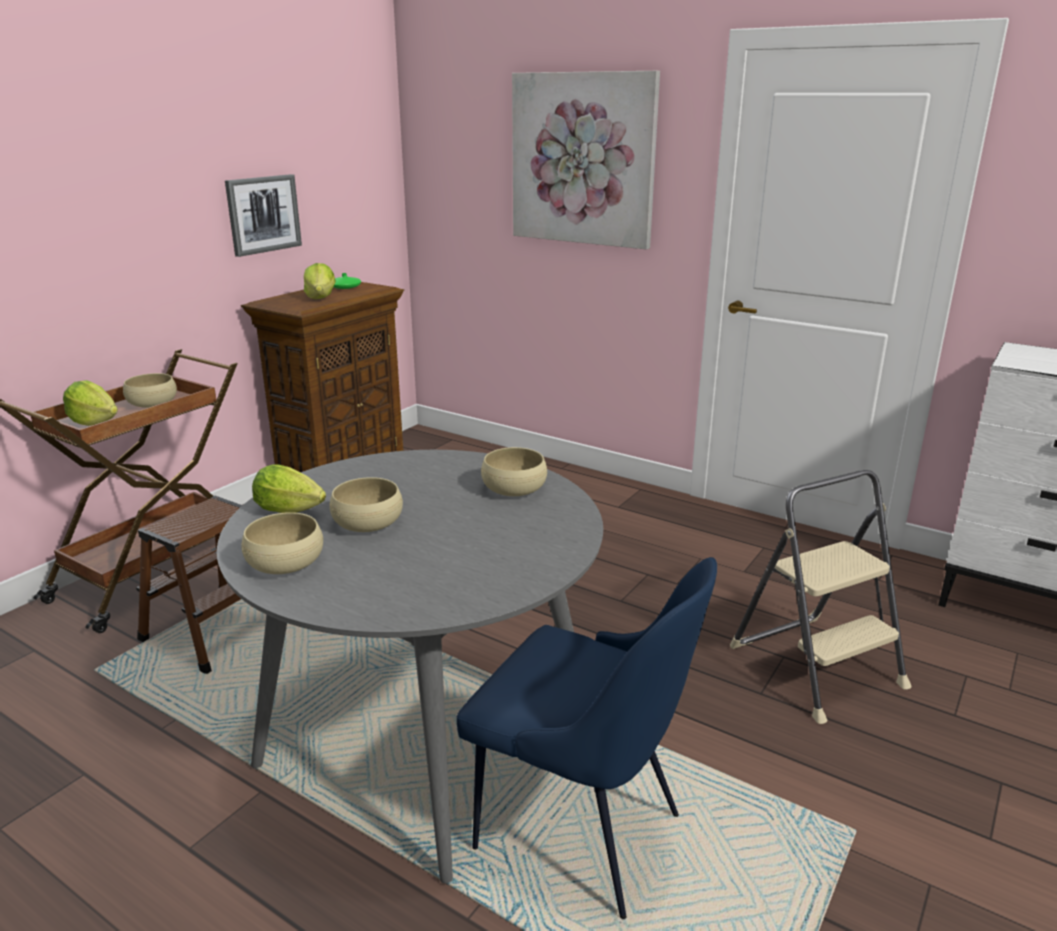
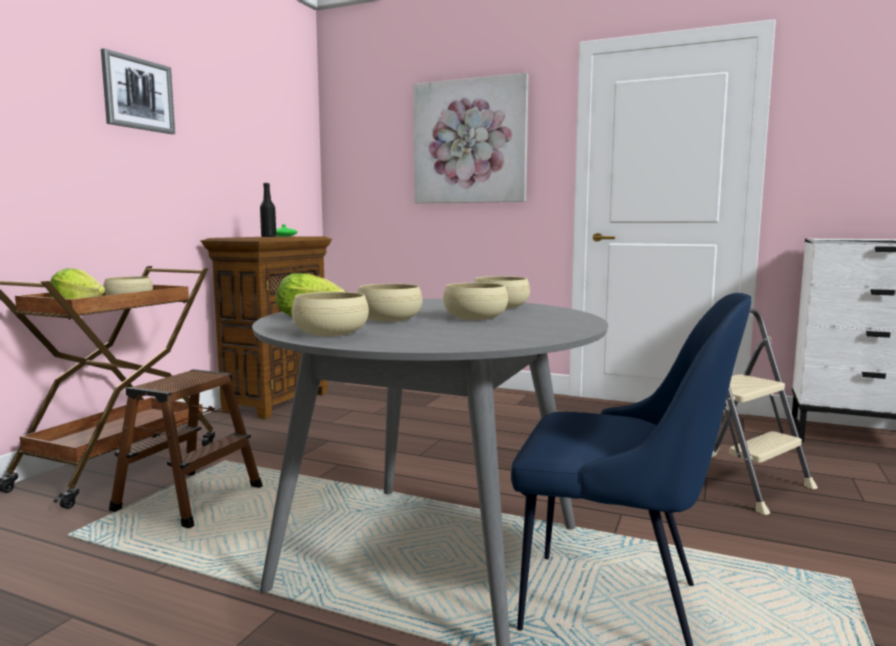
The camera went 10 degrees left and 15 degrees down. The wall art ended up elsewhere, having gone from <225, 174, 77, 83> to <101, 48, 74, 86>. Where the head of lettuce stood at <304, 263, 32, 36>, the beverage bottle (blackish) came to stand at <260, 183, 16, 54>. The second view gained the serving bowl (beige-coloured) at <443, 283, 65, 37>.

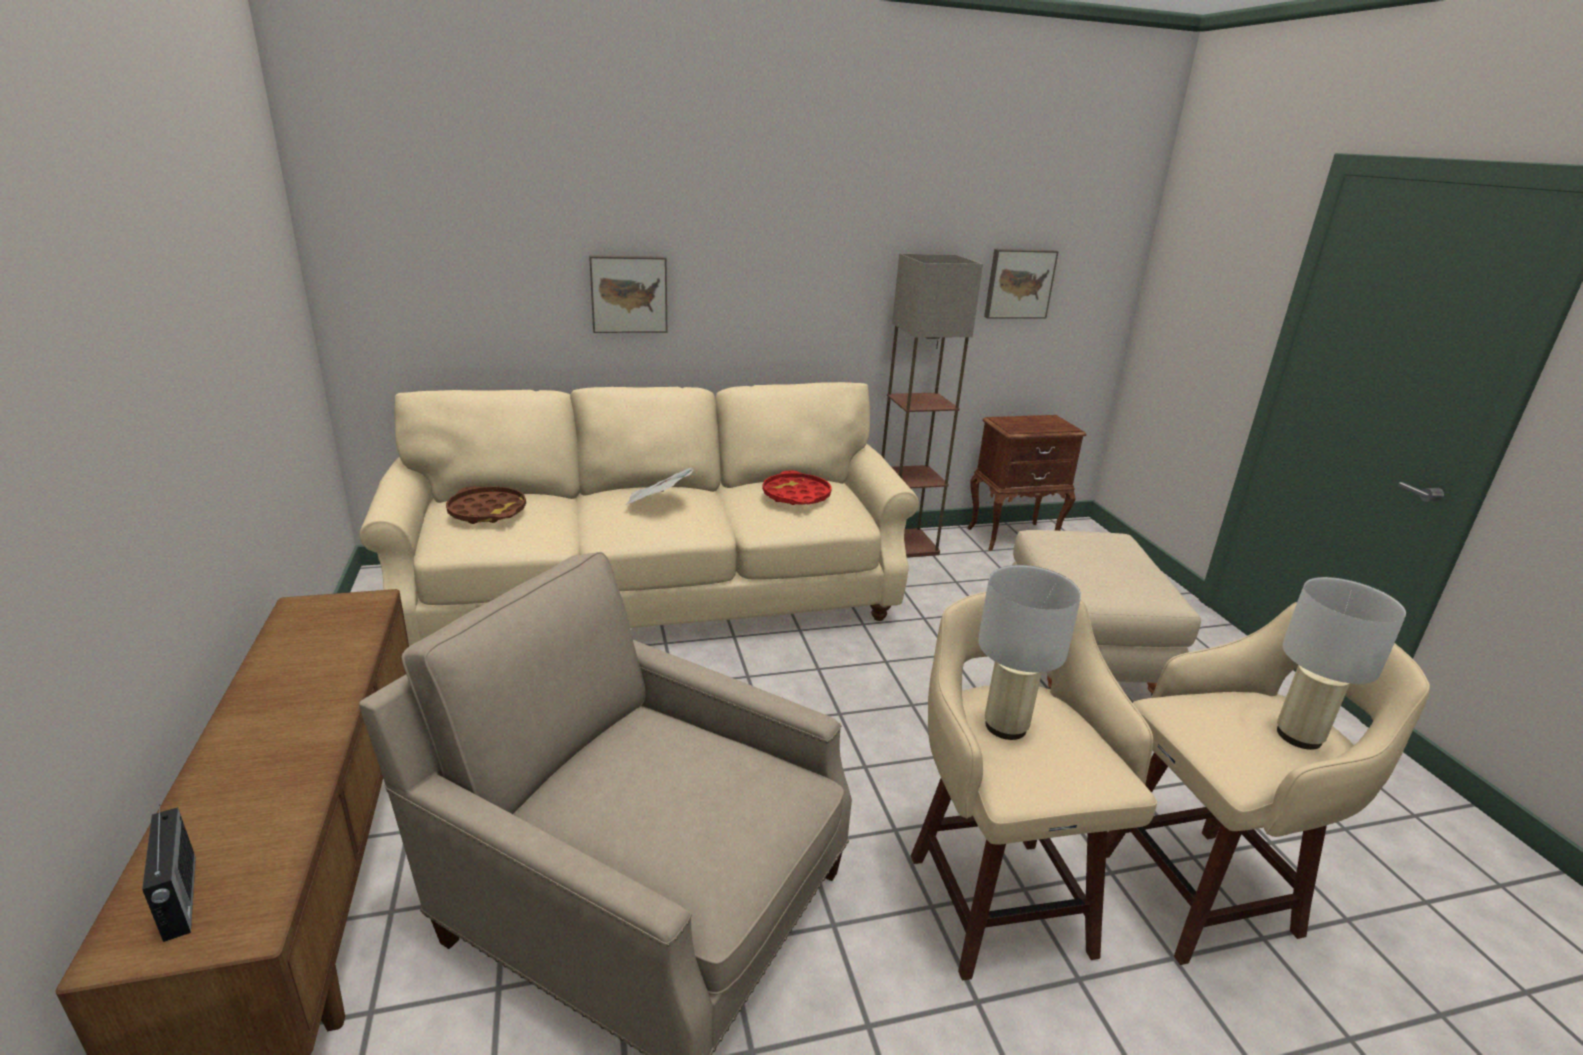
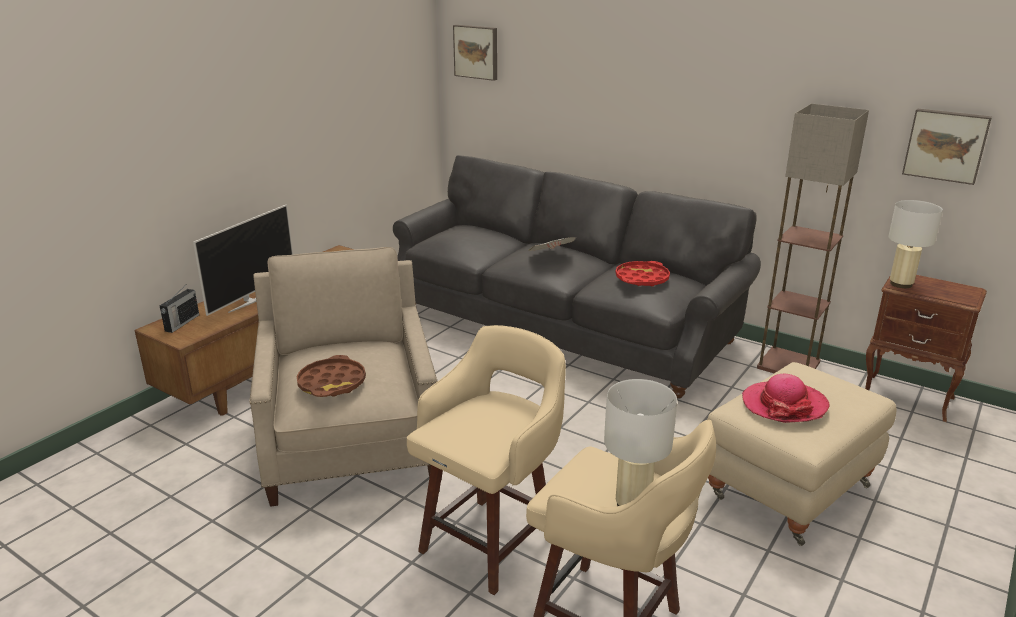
The camera went 50 degrees right and 0 degrees up. The second view gained the television at <193, 204, 100, 112>. The tray (brown-coloured) ended up elsewhere, having gone from <446, 486, 80, 38> to <297, 355, 69, 42>. What was the couch (beige-coloured) at <360, 382, 559, 264> turned into the couch (blackish) at <393, 155, 368, 243>. The wall art ended up elsewhere, having gone from <589, 255, 78, 78> to <453, 25, 44, 56>. The second view gained the hat at <742, 374, 87, 49>. The table lamp (whitish) ended up elsewhere, having gone from <978, 565, 103, 175> to <888, 200, 55, 88>.

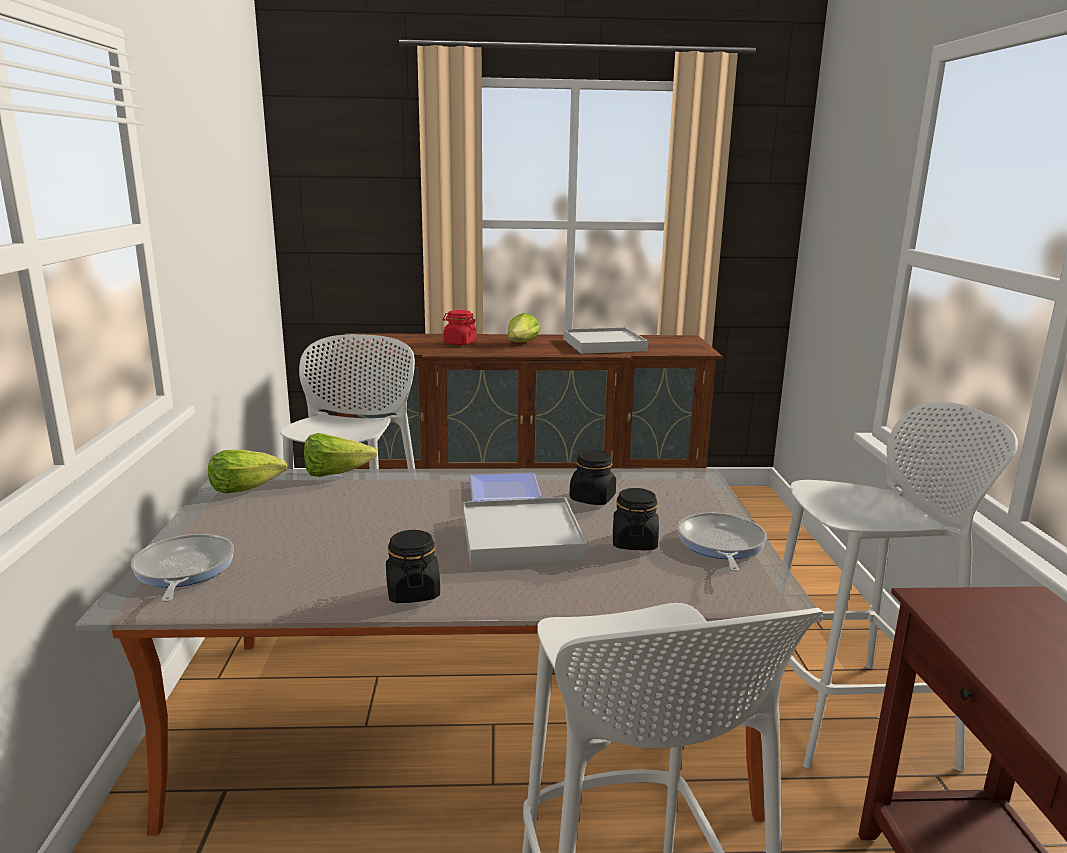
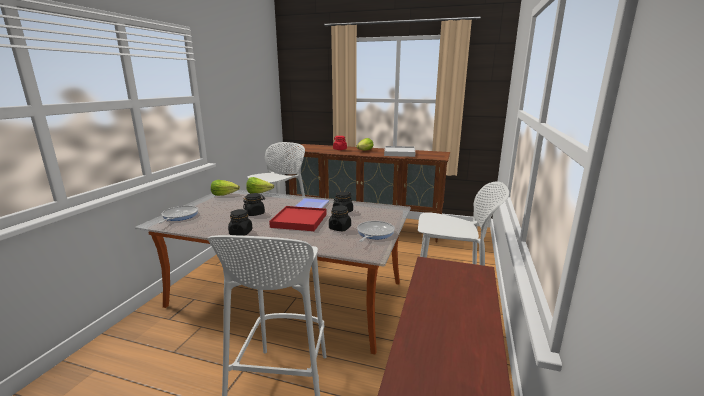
The camera went 20 degrees right and 0 degrees up. The second view gained the preserve jar (blackish) at <243, 193, 22, 23>. What was the tray (whitish) at <463, 497, 124, 69> turned into the tray (reddish) at <269, 206, 58, 25>.

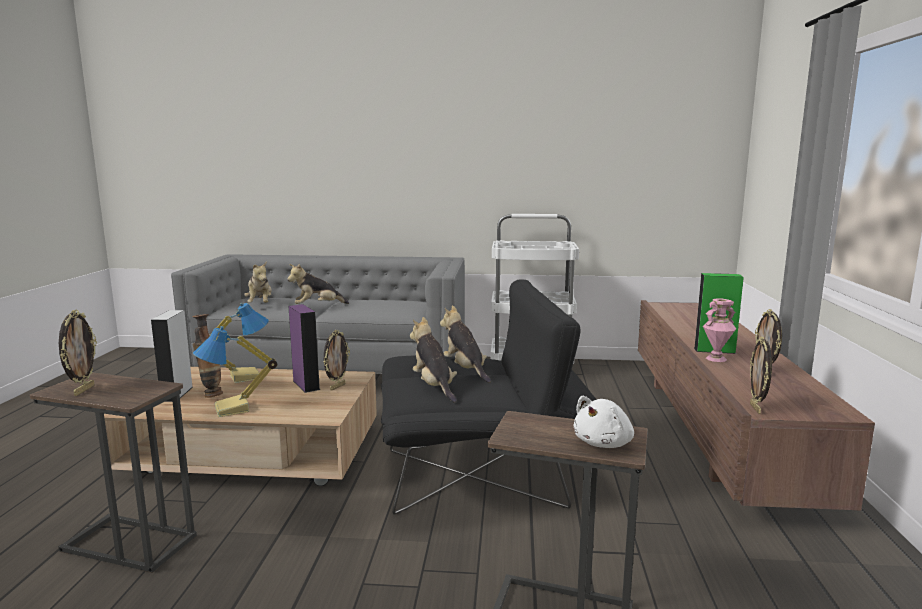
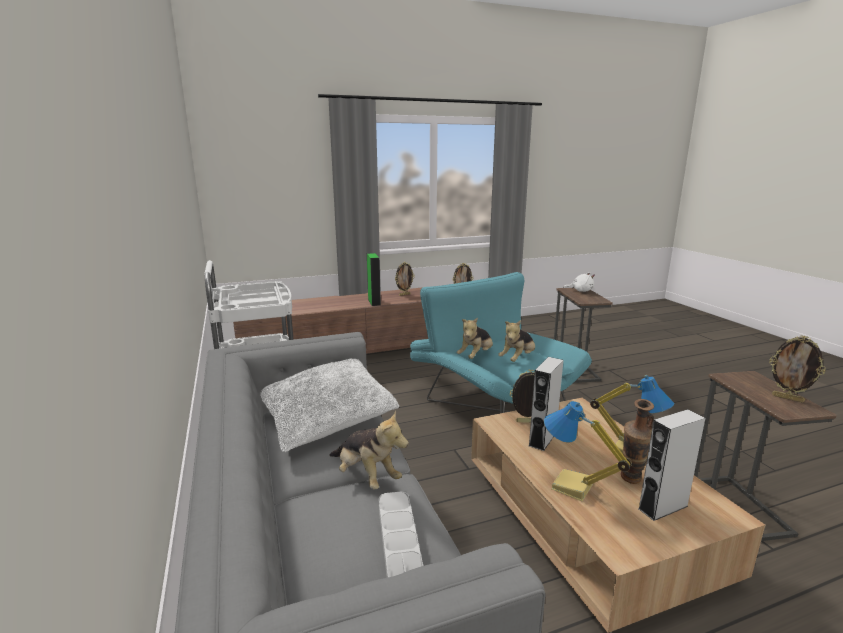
The camera went 115 degrees left and 5 degrees up. The second view gained the throw pillow (whitish) at <260, 359, 139, 93>. Where the plush toy stood at <244, 261, 28, 42>, the tray (greyish) came to stand at <379, 492, 44, 86>. What was the armchair (blackish) at <381, 279, 216, 236> turned into the armchair (turquoise) at <410, 272, 182, 141>. What was the audio speaker (purplish) at <288, 304, 32, 89> turned into the audio speaker (greyish) at <529, 357, 34, 94>. The photo frame at <59, 309, 38, 87> ended up facing another way, 120 degrees counterclockwise from before. The second view lost the vase (pink) at <703, 299, 33, 63>.

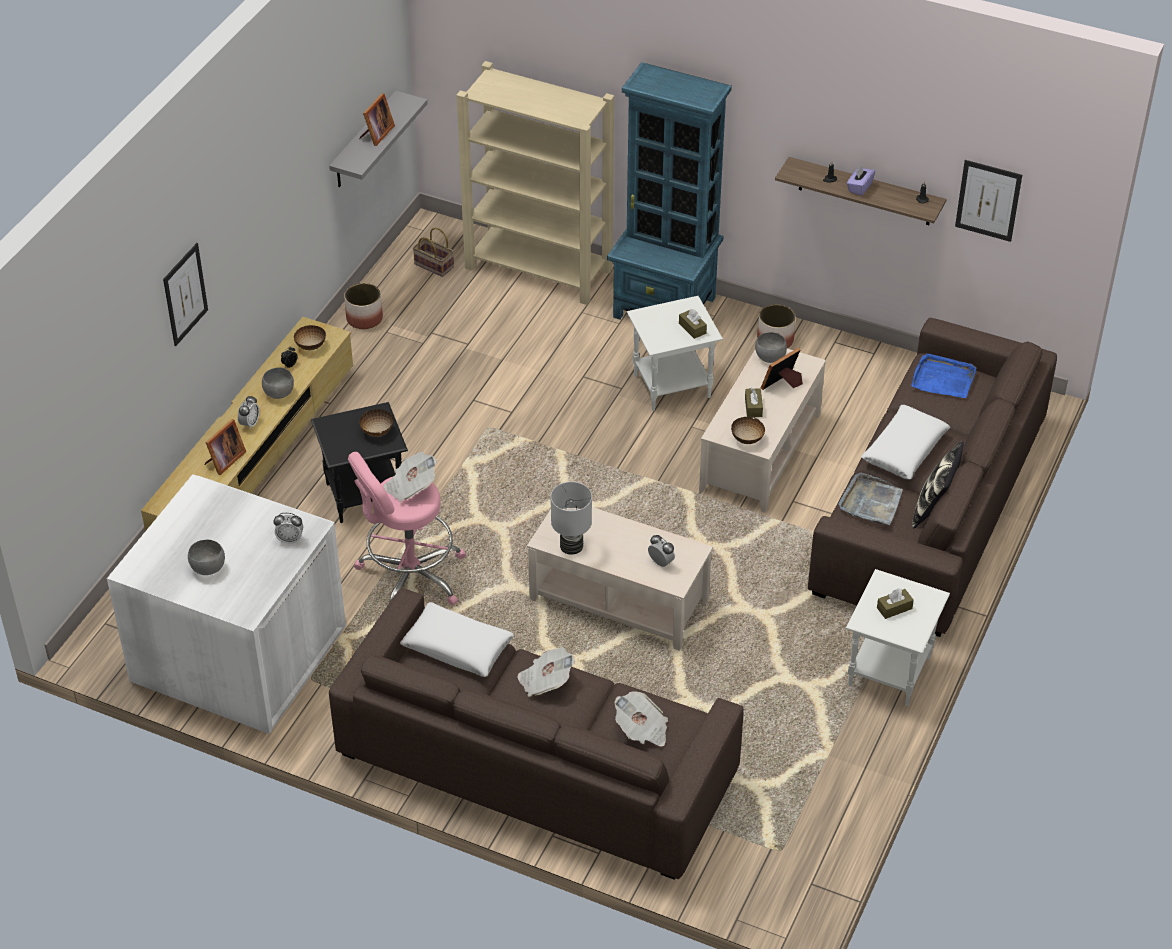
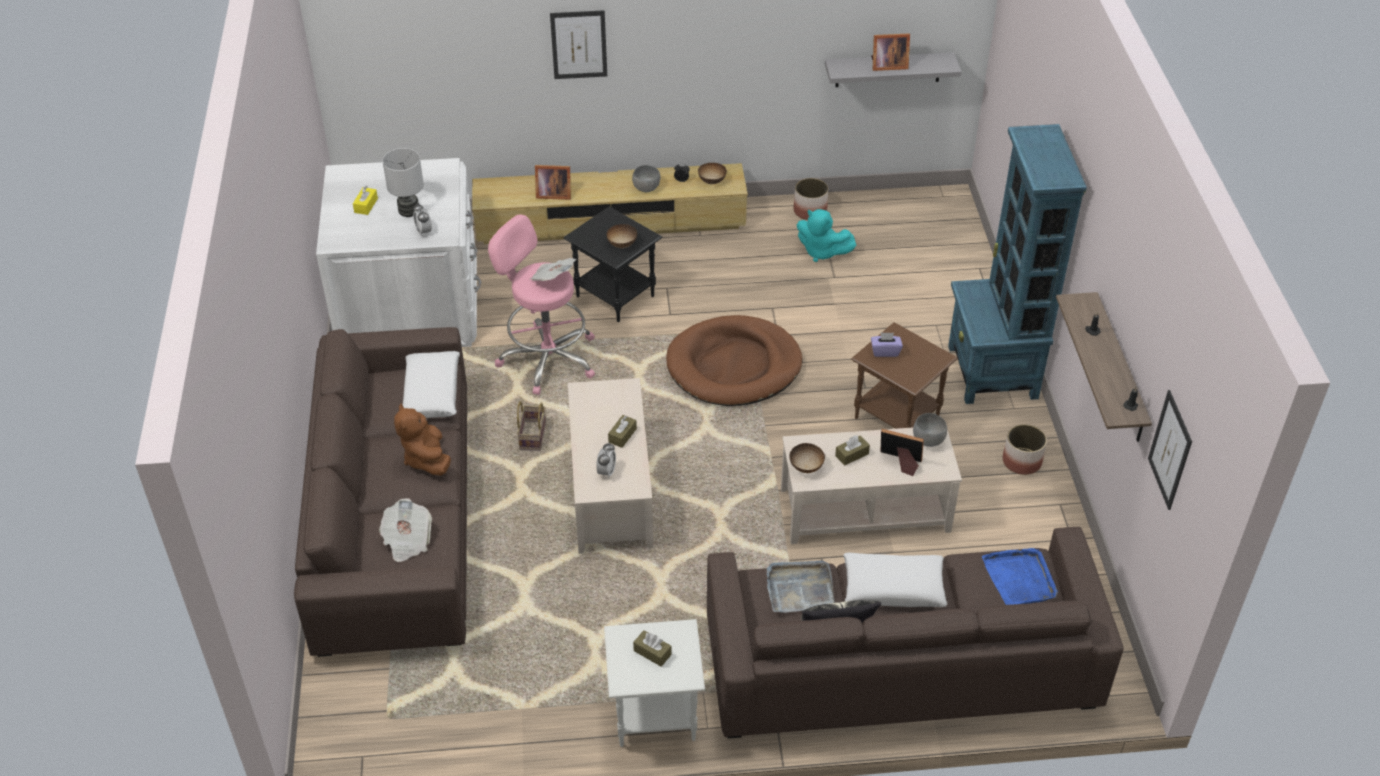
The camera went 60 degrees right and 0 degrees up. Where the serving bowl (greyish) stood at <188, 540, 37, 35>, the tissue holder (yellowish) came to stand at <353, 186, 25, 29>. The table lamp (greyish) ended up elsewhere, having gone from <551, 482, 41, 72> to <382, 148, 42, 69>. Where the daily paper stood at <517, 647, 58, 50>, the plush toy (brown-coloured) came to stand at <394, 404, 57, 72>. The basket ended up elsewhere, having gone from <413, 227, 41, 50> to <517, 401, 29, 50>. The tissue holder (brown-coloured) ended up elsewhere, having gone from <679, 309, 28, 30> to <608, 415, 29, 33>. The second view gained the dog cushion (brown-coloured) at <666, 315, 136, 91>. The second view gained the plush toy (turquoise) at <797, 209, 59, 53>. What was the end table (whitish) at <627, 296, 96, 115> turned into the end table (brown-coloured) at <851, 322, 107, 107>. The tissue holder (purplish) ended up elsewhere, having gone from <847, 166, 28, 30> to <871, 332, 32, 25>. The second view lost the table clock at <238, 396, 22, 34>. The second view lost the bookcase (beige-coloured) at <457, 61, 157, 244>.

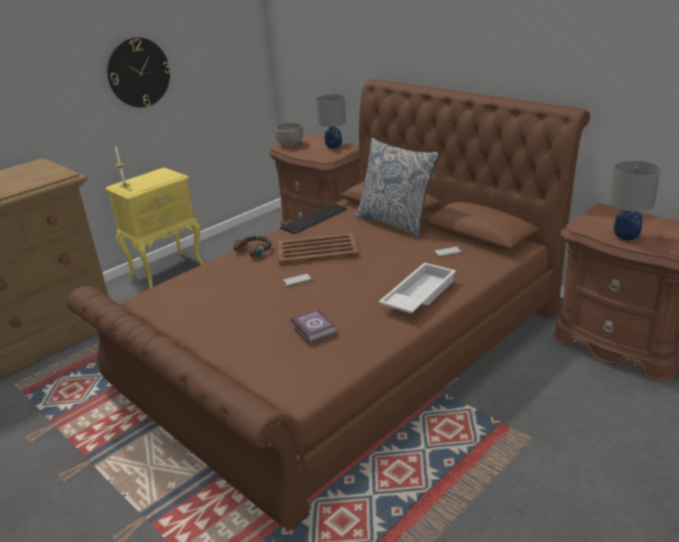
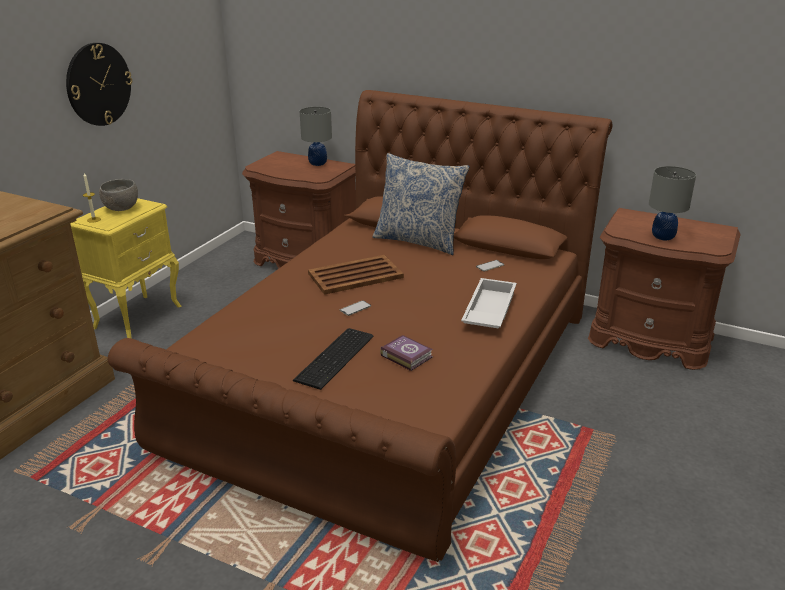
The camera went 20 degrees left and 0 degrees up. The serving bowl (greyish) ended up elsewhere, having gone from <275, 122, 28, 25> to <99, 179, 39, 32>. The PC keyboard ended up elsewhere, having gone from <280, 203, 68, 31> to <293, 328, 80, 62>. The second view lost the pair of headphones at <233, 235, 39, 23>.

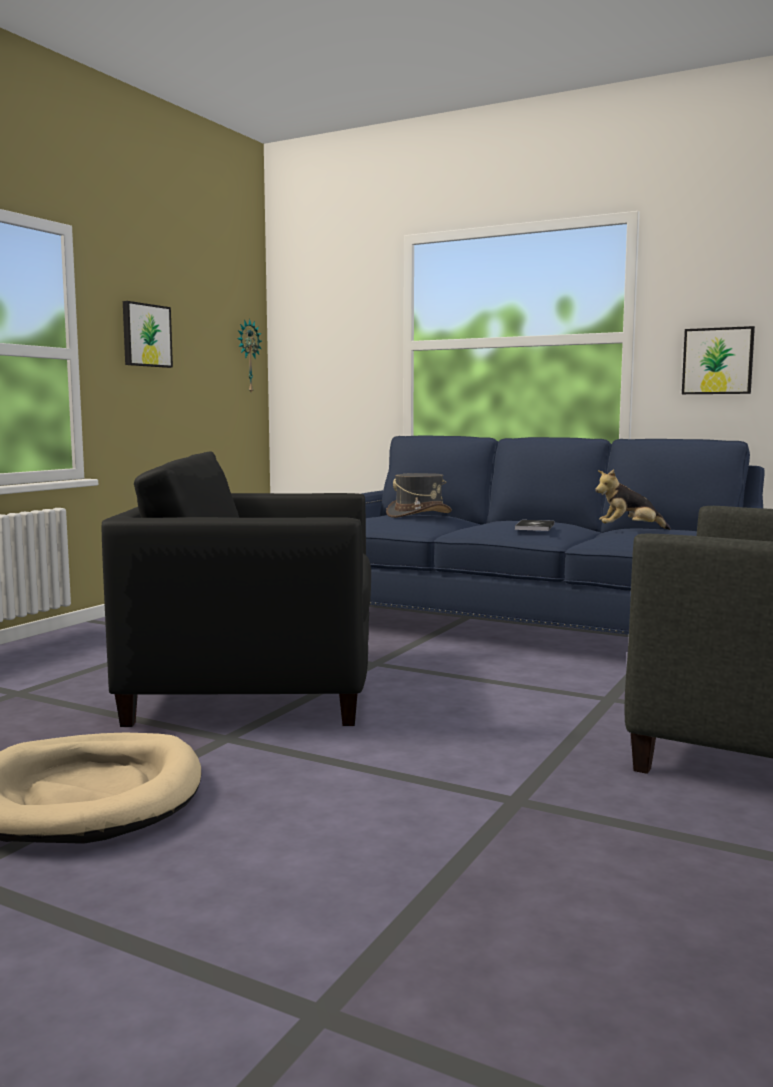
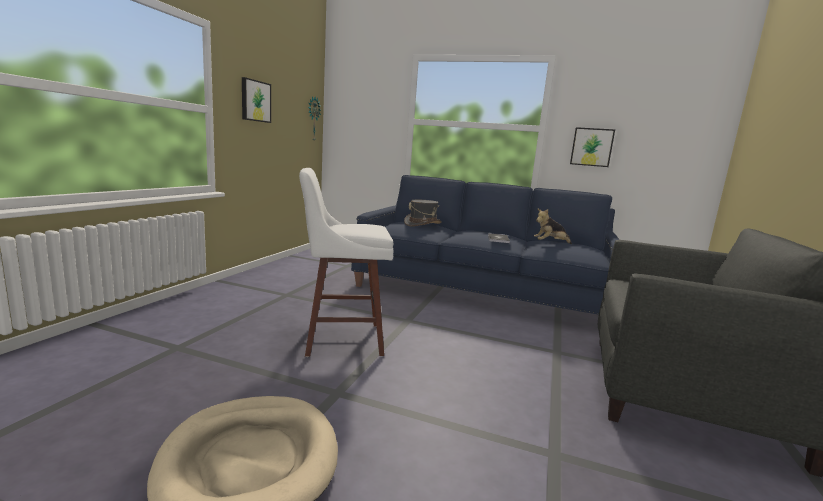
The camera went 10 degrees left and 5 degrees up. Where the armchair (blackish) stood at <102, 451, 269, 276>, the sitting stool (whitish) came to stand at <299, 168, 94, 189>.

